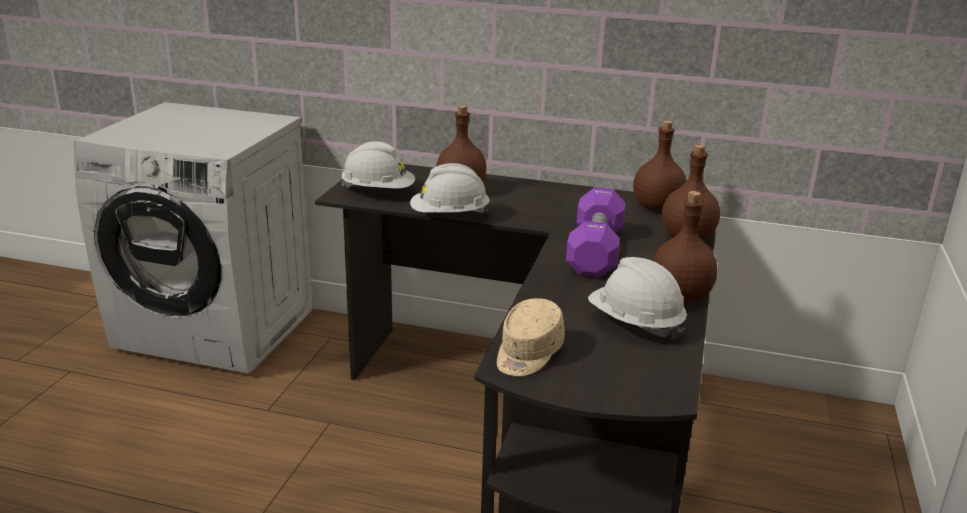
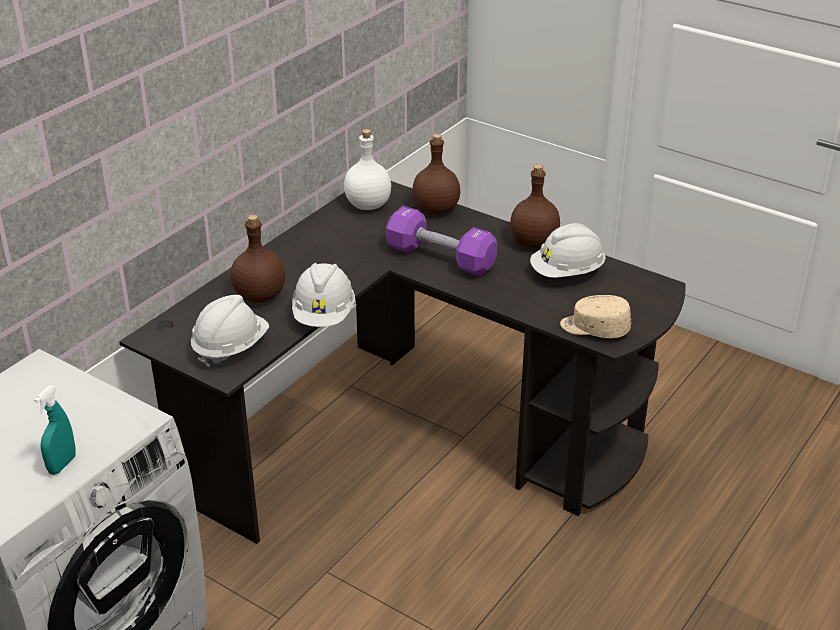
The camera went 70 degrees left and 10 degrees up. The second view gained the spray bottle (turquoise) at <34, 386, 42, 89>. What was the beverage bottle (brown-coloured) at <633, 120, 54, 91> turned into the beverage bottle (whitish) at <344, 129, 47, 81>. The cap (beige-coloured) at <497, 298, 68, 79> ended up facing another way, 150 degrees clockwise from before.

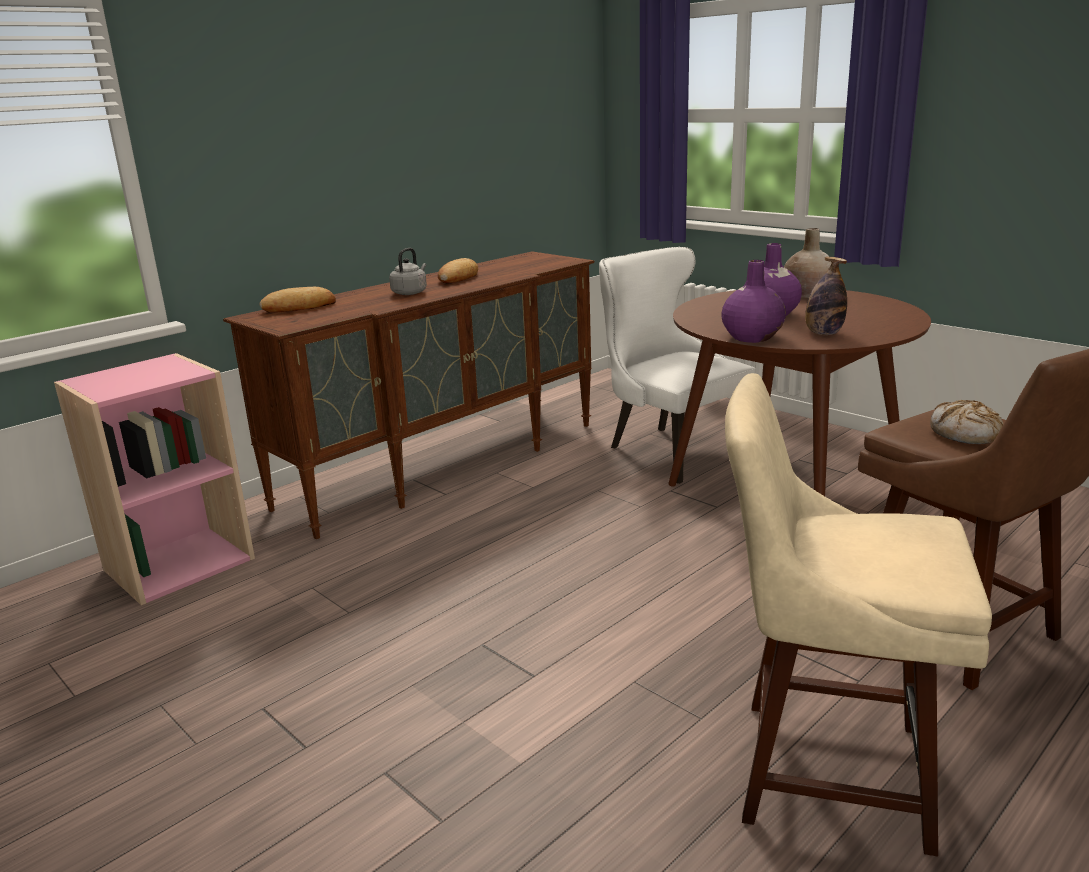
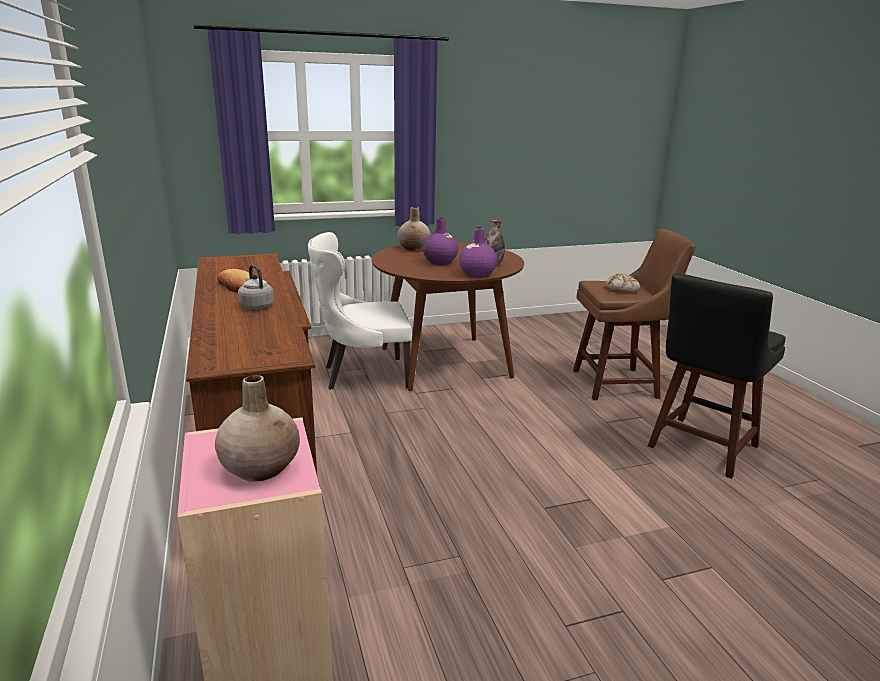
The camera went 65 degrees left and 0 degrees up. The second view gained the vase (beige-coloured) at <215, 375, 85, 106>. What was the sitting stool (beige-coloured) at <725, 373, 267, 483> turned into the sitting stool (blackish) at <648, 273, 138, 206>. The second view lost the bread at <260, 287, 76, 26>.

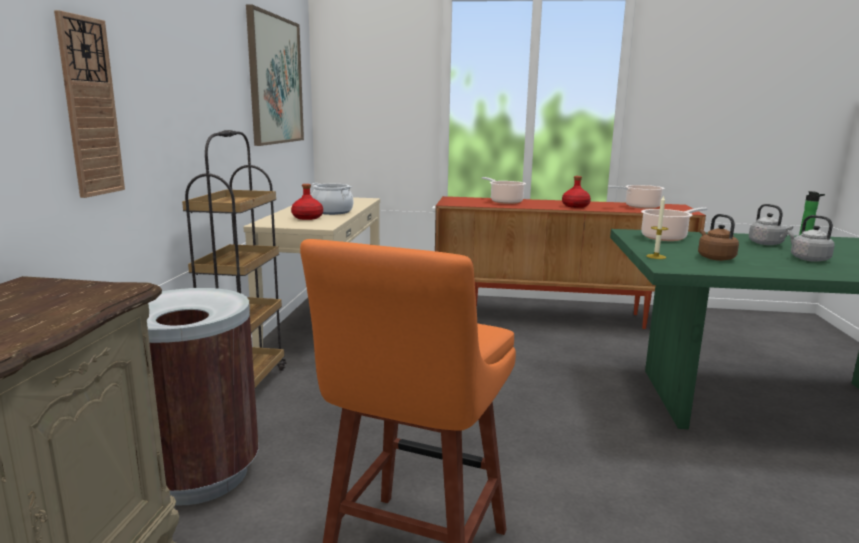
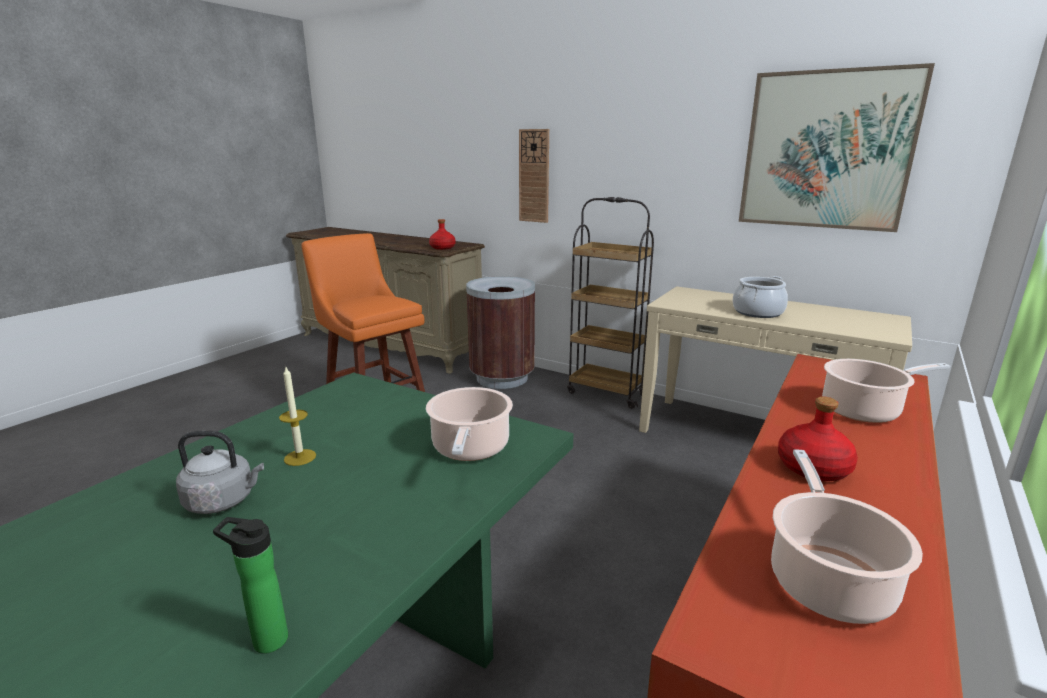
The camera went 115 degrees right and 5 degrees up. The wax candle ended up elsewhere, having gone from <646, 195, 22, 64> to <279, 365, 37, 101>. The beverage bottle (reddish) ended up elsewhere, having gone from <291, 184, 32, 36> to <429, 219, 27, 31>. The second view lost the tea kettle (brown-coloured) at <698, 214, 41, 47>. The second view lost the tea kettle (greyish) at <749, 204, 44, 41>.

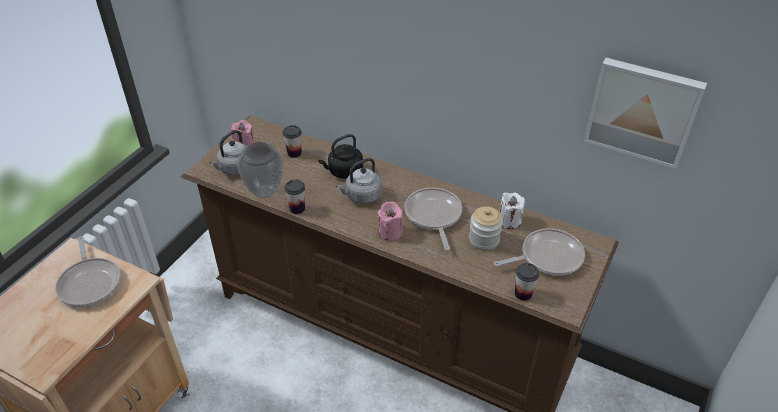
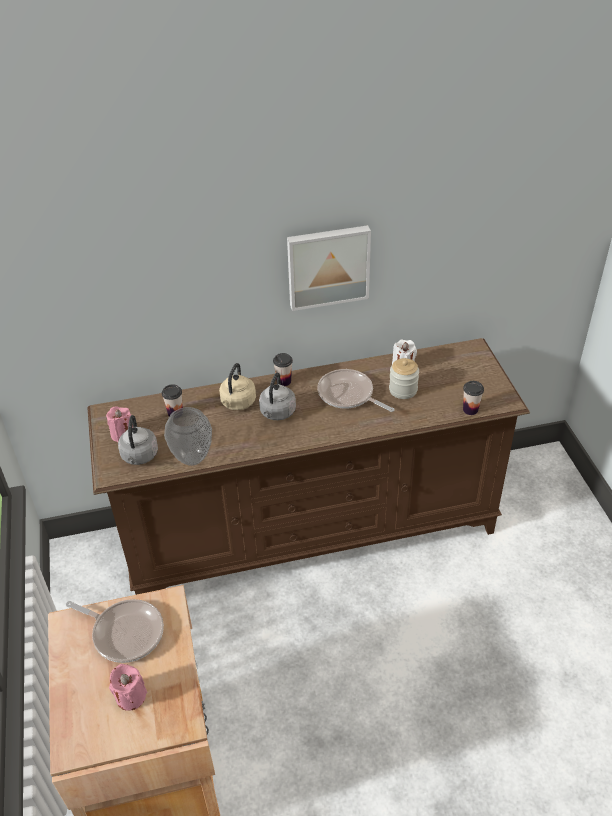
The camera went 40 degrees left and 0 degrees up. The wax candle (pink) ended up elsewhere, having gone from <377, 201, 26, 40> to <109, 664, 38, 47>. What was the tea kettle (blackish) at <318, 134, 45, 45> turned into the tea kettle (beige-coloured) at <219, 363, 37, 47>. The small cup ended up elsewhere, having gone from <284, 179, 21, 35> to <273, 353, 20, 33>. The wall art ended up elsewhere, having gone from <584, 58, 123, 111> to <287, 225, 84, 86>. The second view lost the skillet at <494, 228, 91, 48>.

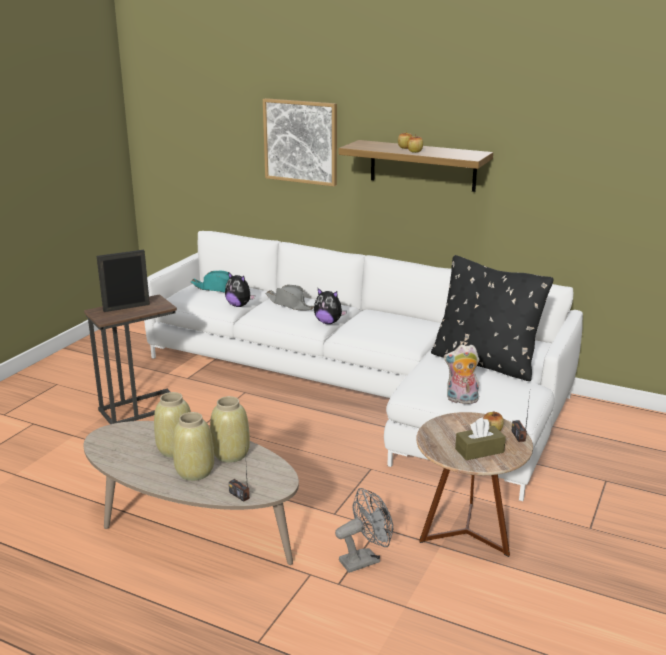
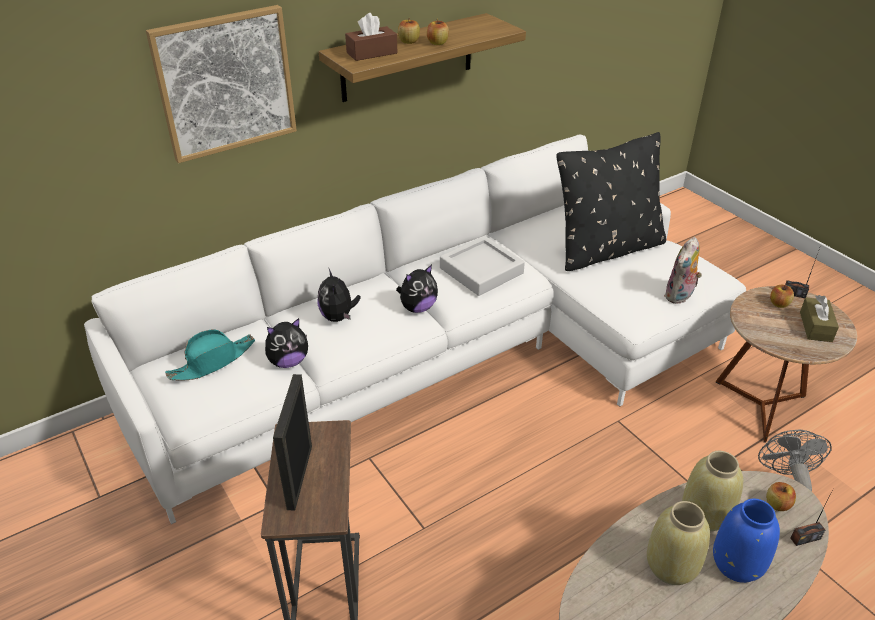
The camera went 60 degrees left and 15 degrees up. Where the hat (greyish) stood at <266, 285, 48, 25>, the plush toy came to stand at <317, 269, 44, 53>. The second view gained the tissue holder (brown-coloured) at <345, 13, 52, 48>. The second view gained the tray (greyish) at <440, 236, 85, 60>. What was the vase (beige-coloured) at <173, 412, 41, 69> turned into the vase (blue-coloured) at <713, 498, 67, 85>. The second view gained the whole apple at <766, 482, 30, 29>.

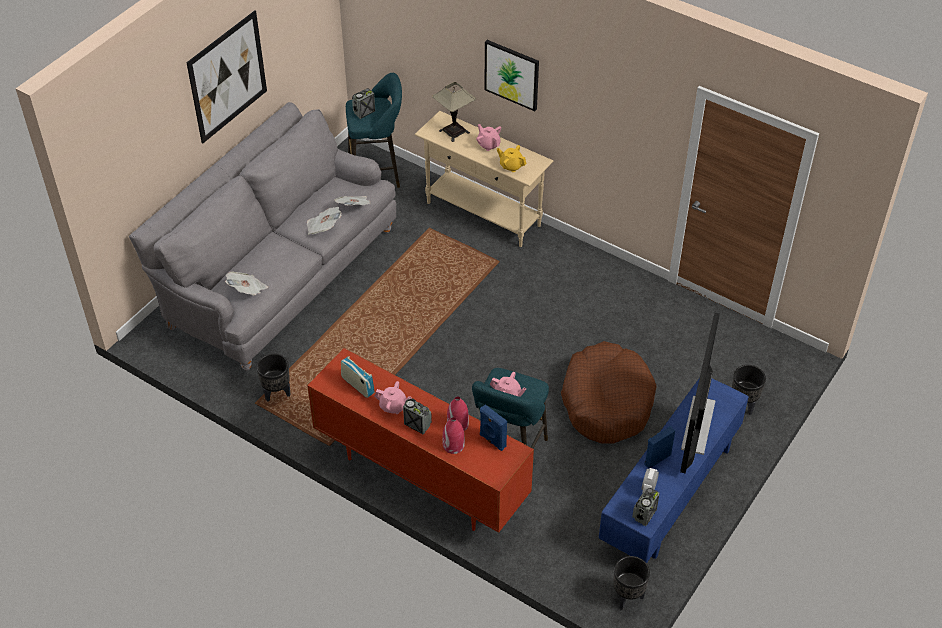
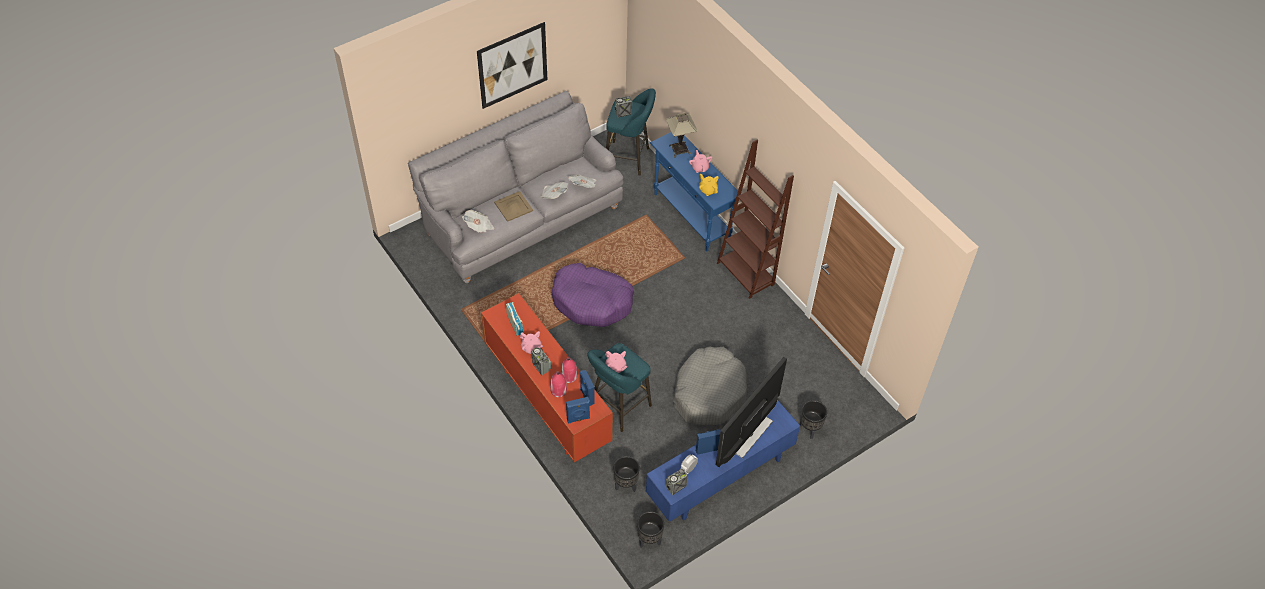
The camera went 20 degrees right and 5 degrees up. The second view gained the tray (beige-coloured) at <494, 191, 39, 31>. The second view gained the dog cushion (purplish) at <551, 263, 83, 64>. The second view gained the audio speaker (blue-coloured) at <566, 397, 24, 26>. The planter (blackish) ended up elsewhere, having gone from <257, 354, 34, 48> to <614, 456, 26, 36>. What was the hall table (beige-coloured) at <415, 111, 138, 136> turned into the hall table (blue-coloured) at <650, 132, 88, 119>. What was the dog cushion (brown-coloured) at <561, 341, 96, 103> turned into the dog cushion (greyish) at <673, 346, 74, 80>. The second view gained the bookcase (brown-coloured) at <717, 140, 77, 159>. The second view lost the wall art at <484, 40, 55, 71>.

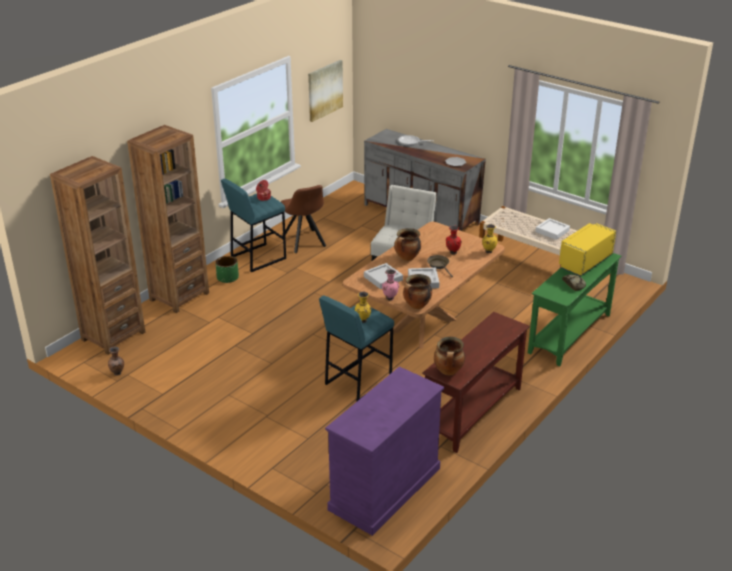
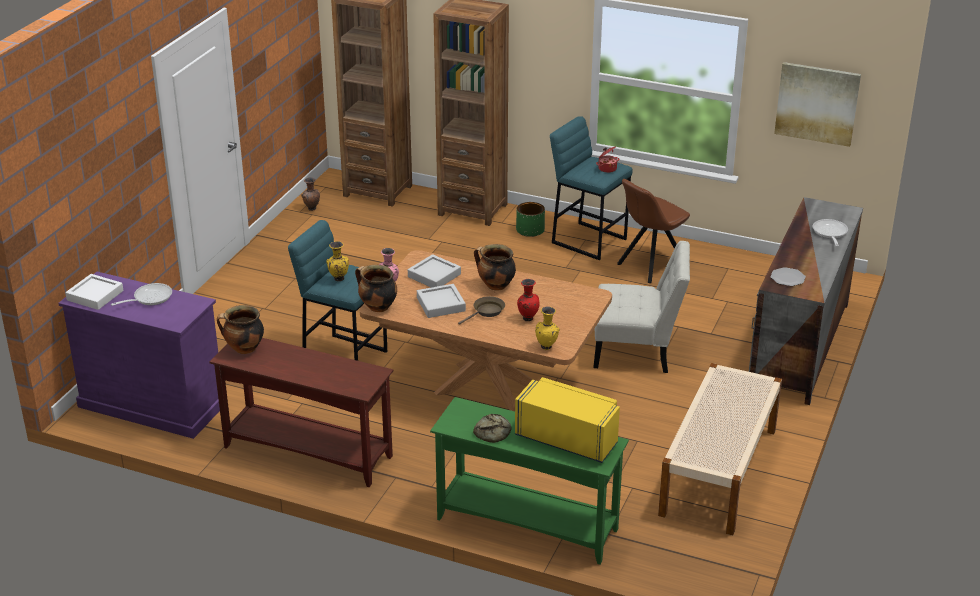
The camera went 75 degrees right and 0 degrees up. The tray (whitish) ended up elsewhere, having gone from <535, 218, 35, 22> to <65, 274, 59, 36>. The second view gained the skillet at <111, 283, 61, 23>.

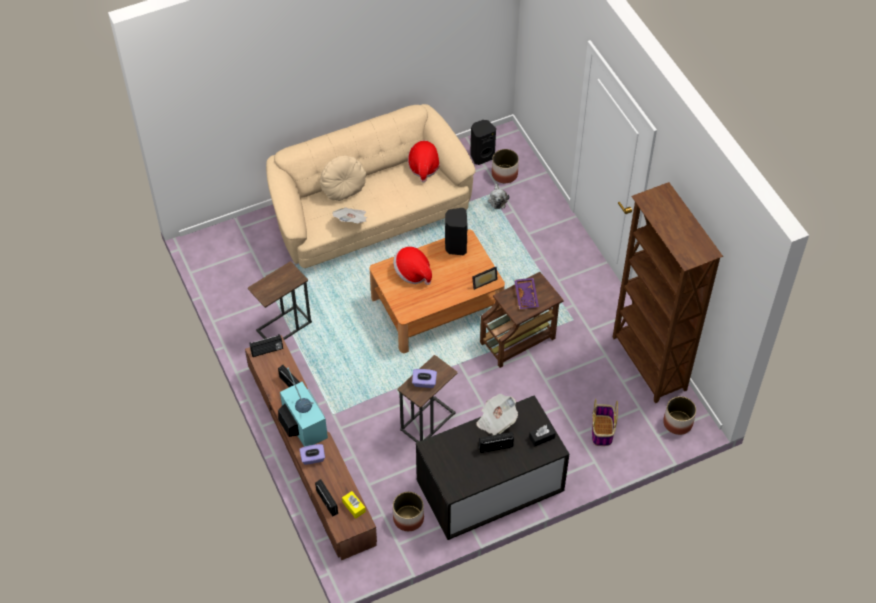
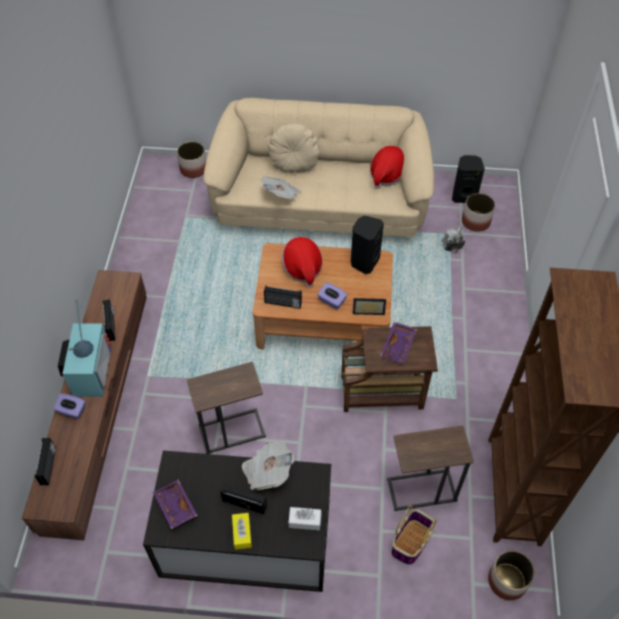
The camera went 30 degrees right and 0 degrees up. The second view gained the tray (purplish) at <153, 480, 45, 49>. The planter ended up elsewhere, having gone from <393, 492, 31, 39> to <177, 141, 29, 37>. The tissue holder (yellowish) ended up elsewhere, having gone from <342, 491, 24, 28> to <232, 513, 20, 37>. The radio receiver ended up elsewhere, having gone from <249, 334, 34, 23> to <264, 285, 38, 24>. What was the tissue holder (blackish) at <529, 424, 27, 23> turned into the tissue holder (whitish) at <288, 507, 33, 23>. The tissue holder (purplish) ended up elsewhere, having gone from <412, 369, 25, 19> to <317, 282, 30, 27>. The end table (brown-coloured) ended up elsewhere, having gone from <248, 261, 64, 79> to <387, 426, 87, 85>.

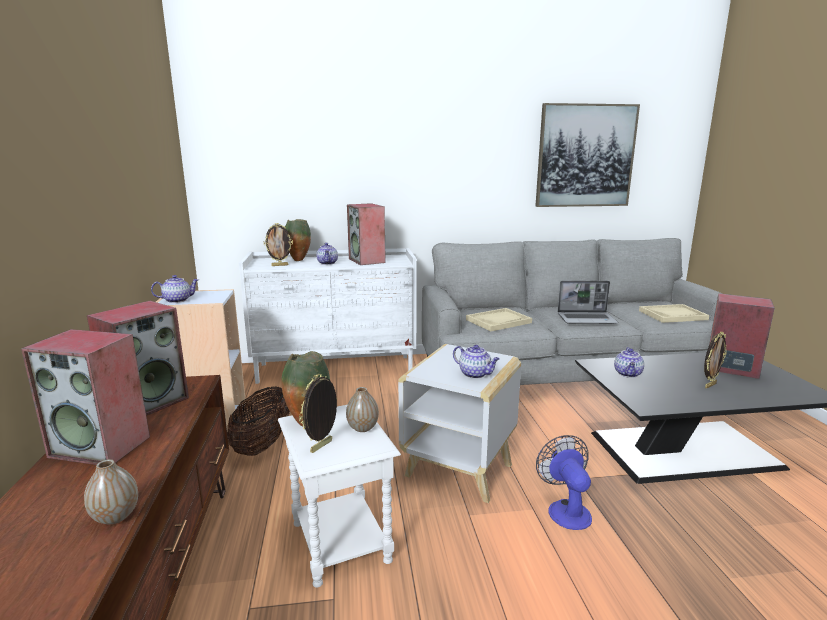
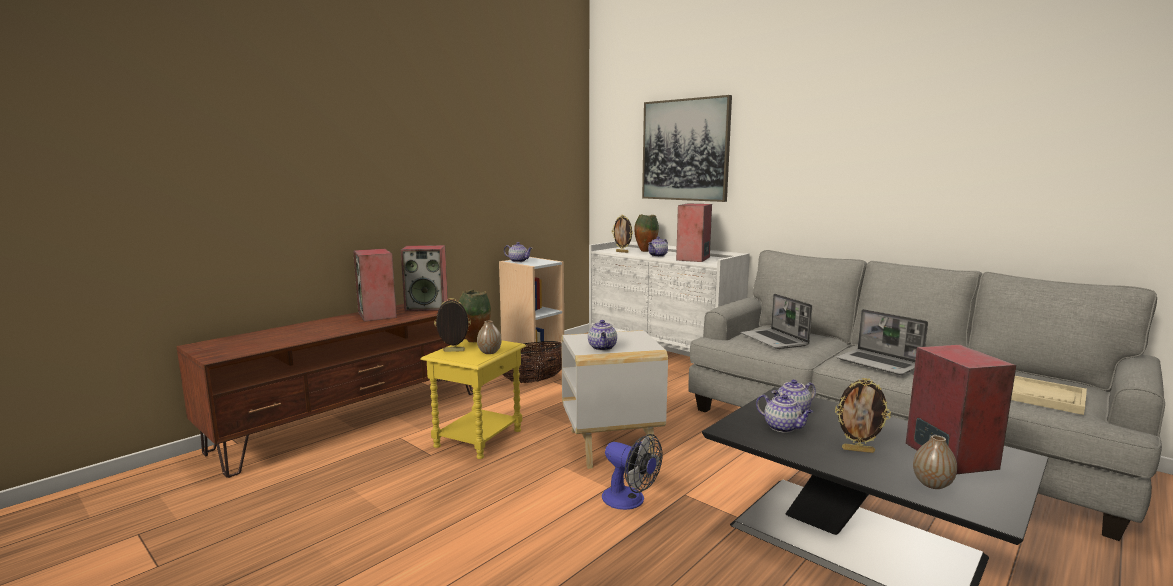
The camera went 50 degrees right and 5 degrees down. What was the end table (whitish) at <278, 405, 123, 182> turned into the end table (yellowish) at <420, 339, 106, 120>. The fan at <536, 435, 56, 95> ended up facing another way, 90 degrees clockwise from before. The wall art ended up elsewhere, having gone from <535, 103, 105, 104> to <642, 95, 90, 107>. Where the tray (beige-coloured) stood at <466, 308, 66, 23>, the notebook computer came to stand at <740, 294, 72, 55>. The second view gained the pot for tea at <756, 394, 57, 39>. The vase ended up elsewhere, having gone from <84, 459, 54, 66> to <913, 435, 44, 54>.

